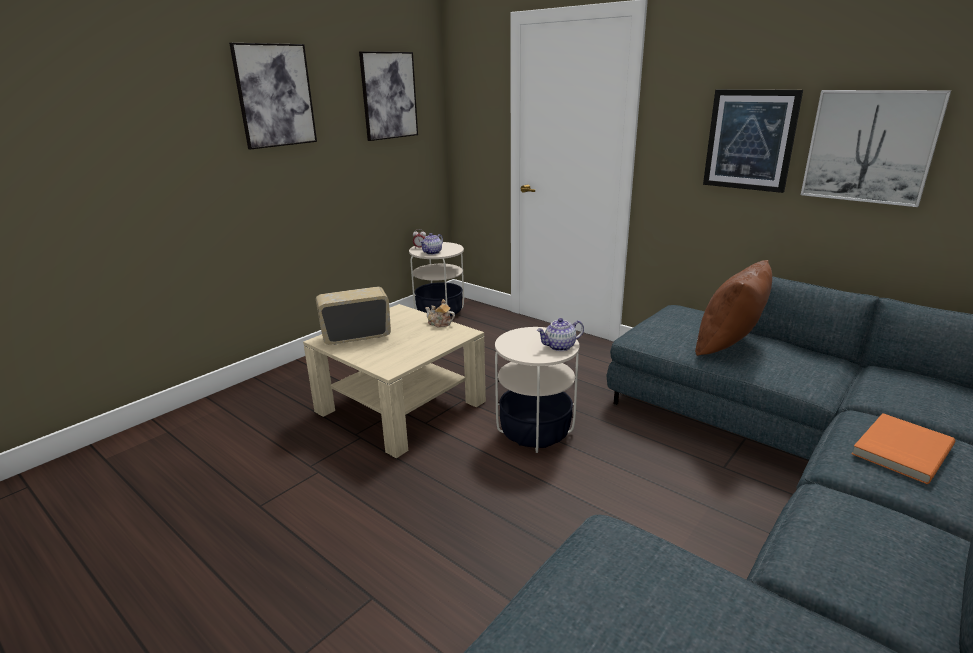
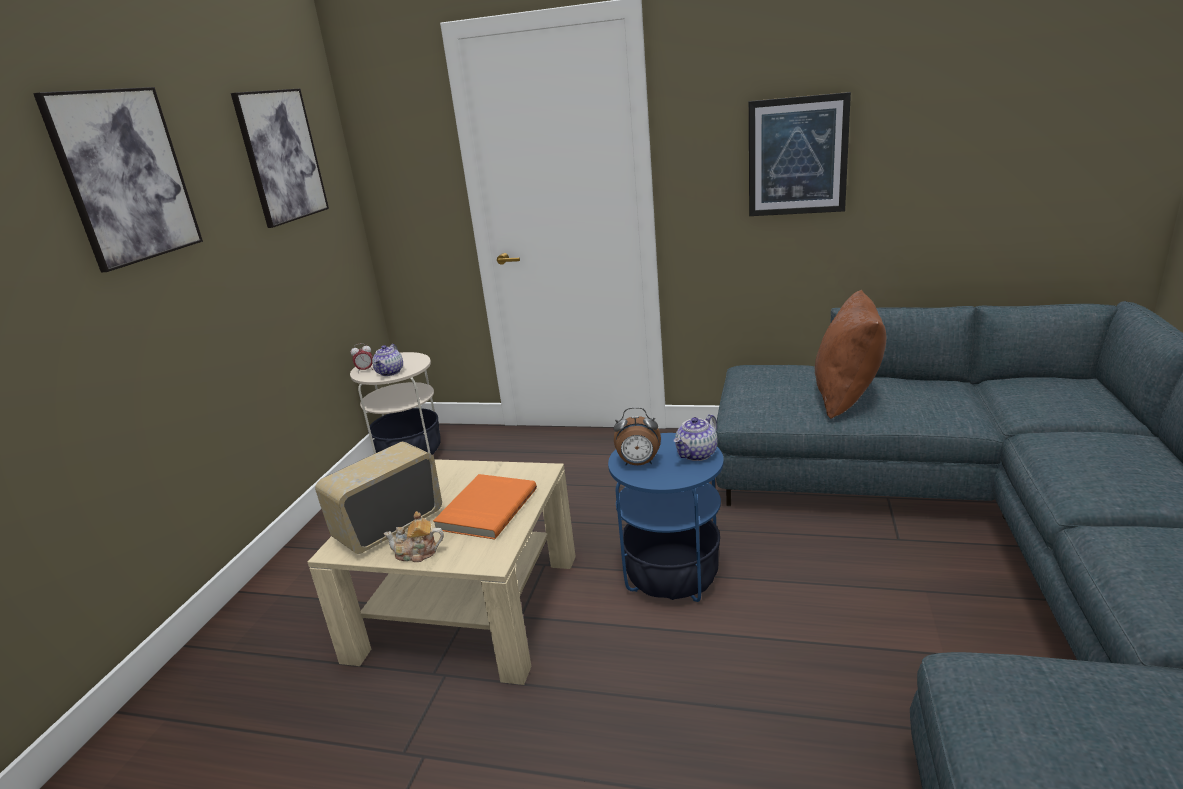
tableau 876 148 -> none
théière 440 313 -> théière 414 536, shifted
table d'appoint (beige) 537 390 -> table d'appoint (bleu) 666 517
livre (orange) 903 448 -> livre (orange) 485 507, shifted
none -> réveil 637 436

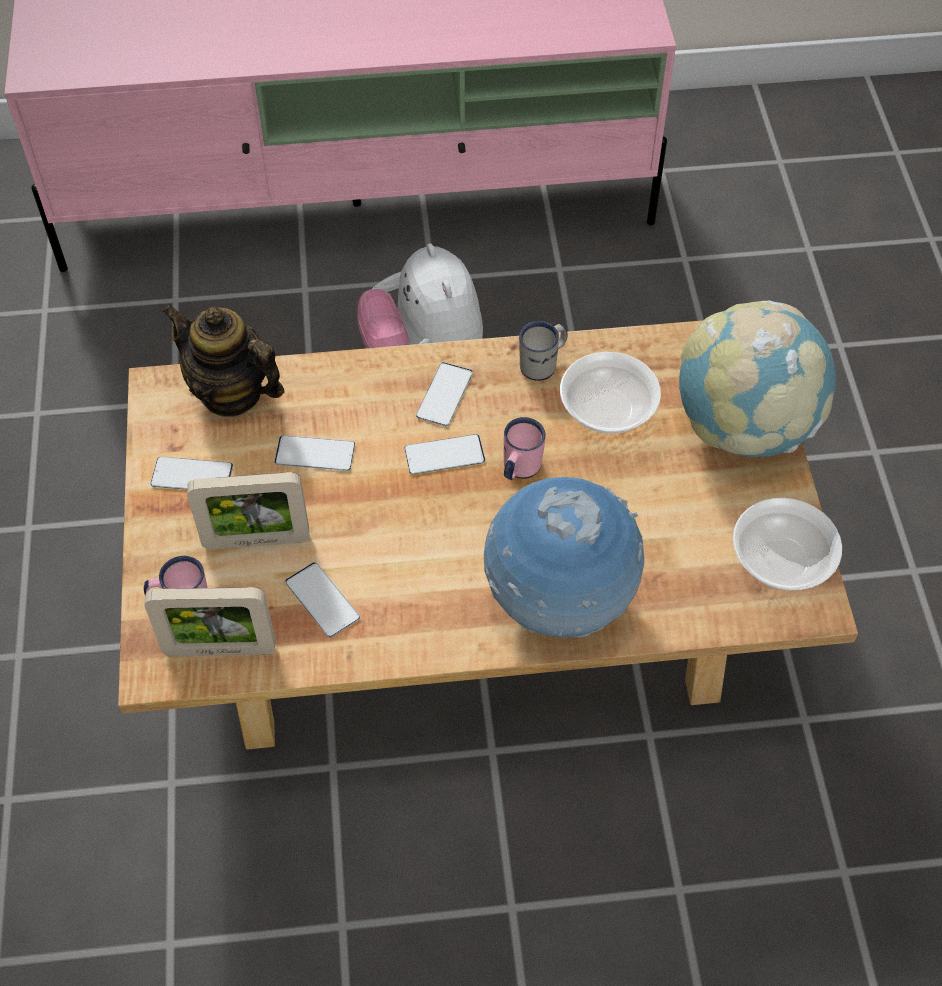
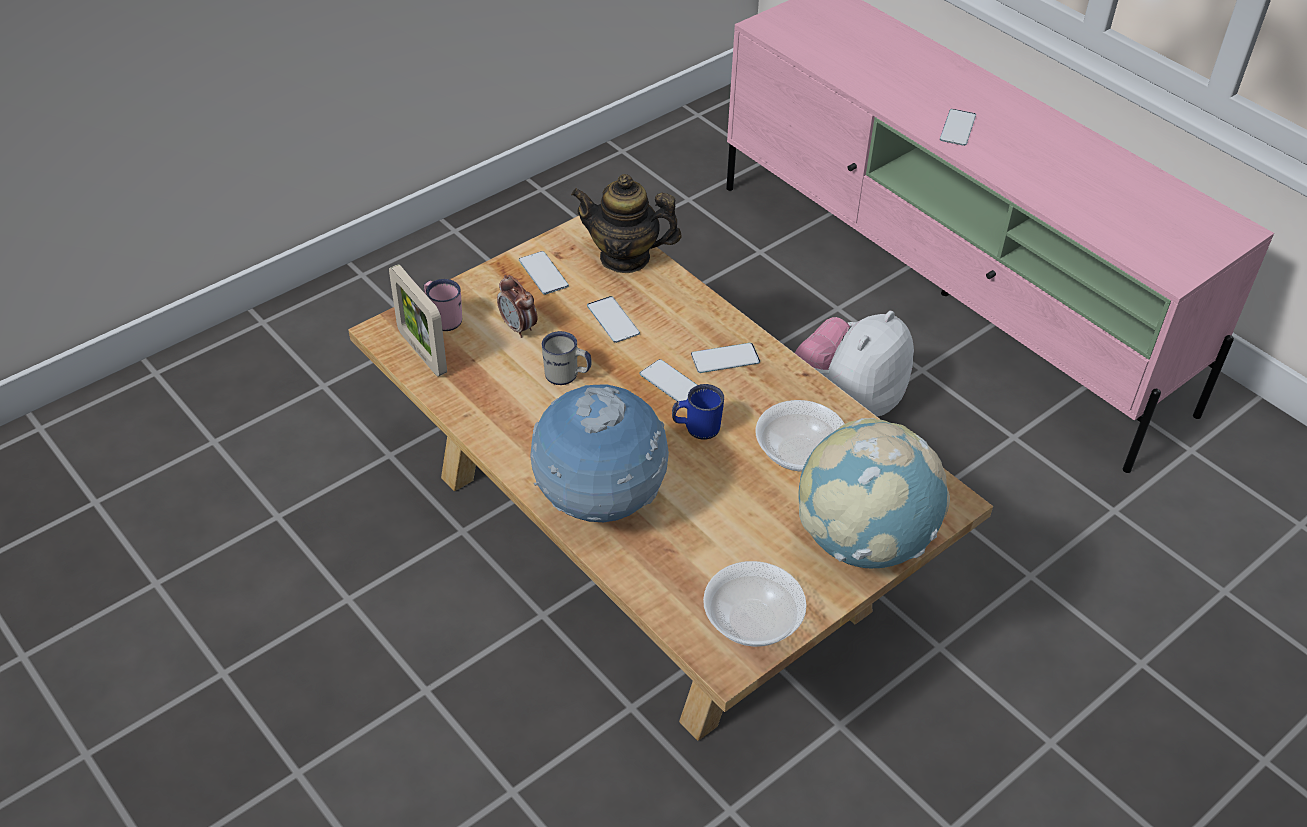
théière 223 361 -> théière 626 223, 75 degrees counterclockwise
mug (blanc) 543 351 -> mug (blanc) 566 358, shifted
mug (rose) 525 448 -> mug (bleu) 698 412
cadre photo 248 510 -> réveil 517 306
téléphone 322 599 -> téléphone 958 127, shifted

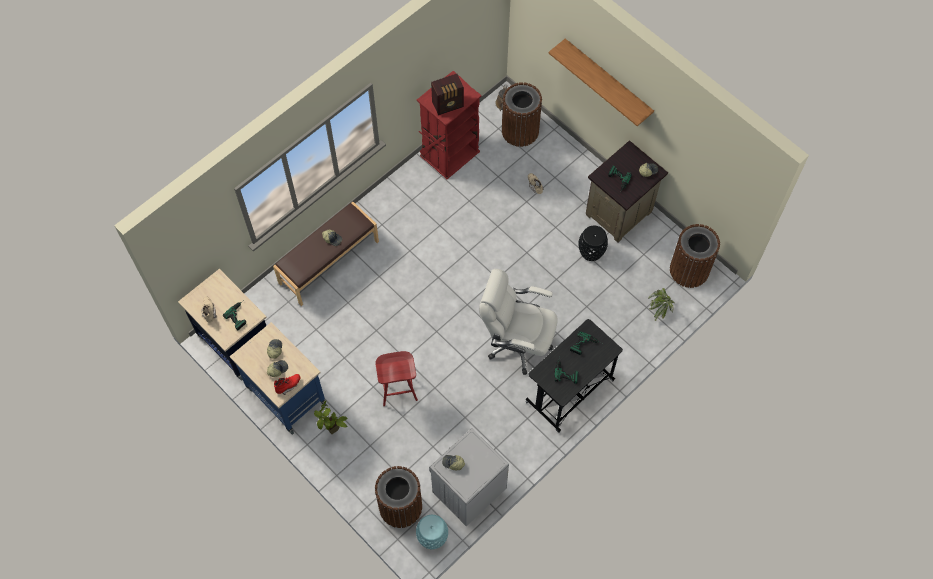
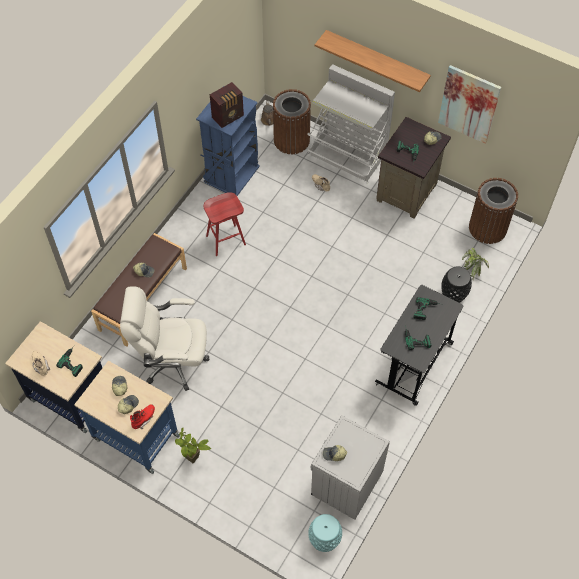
bibliothèque (rouge) 449 125 -> bibliothèque (bleu) 228 141
tabouret (noir) 593 243 -> tabouret (noir) 456 284, shifted
chaise de bureau (blanc) 518 322 -> chaise de bureau (blanc) 164 338, shifted
tabouret (rouge) 396 378 -> tabouret (rouge) 225 224, shifted
poubelle (marron) 398 497 -> none
none -> étagère à chaussures (blanc) 351 124
none -> tableau 469 104

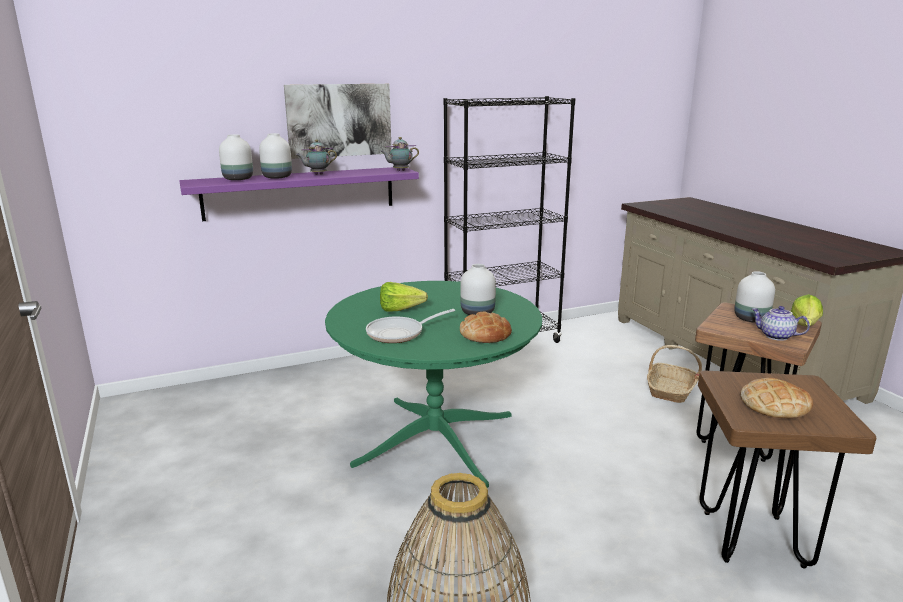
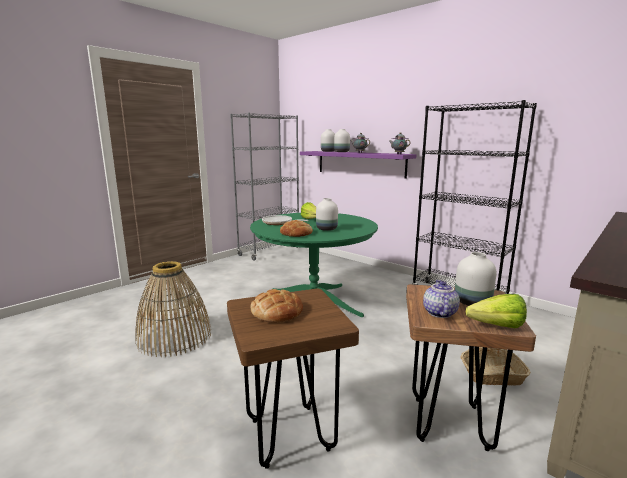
tableau 338 121 -> none
none -> bibliothèque (gris) 264 187

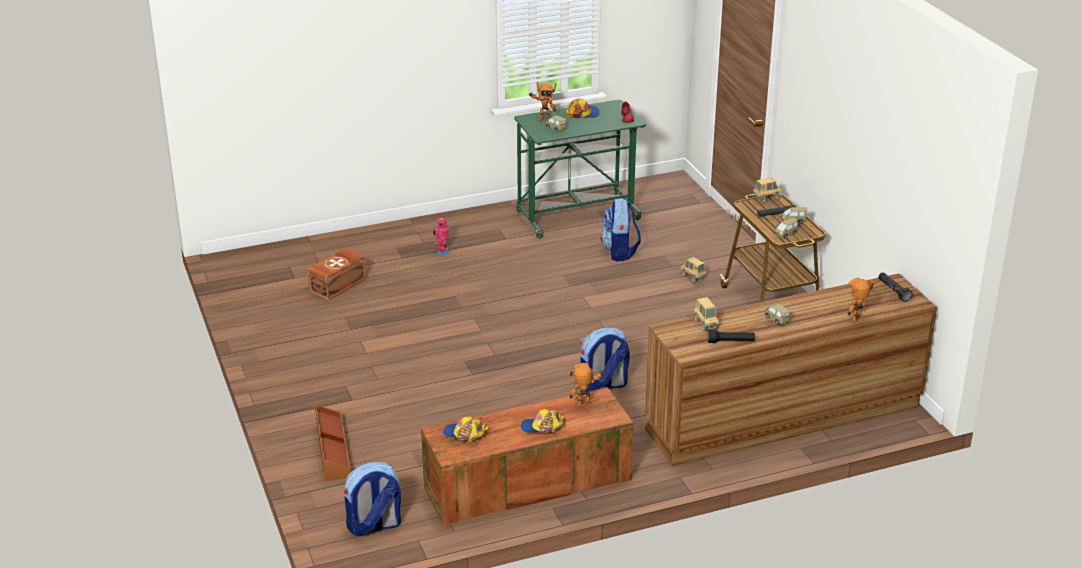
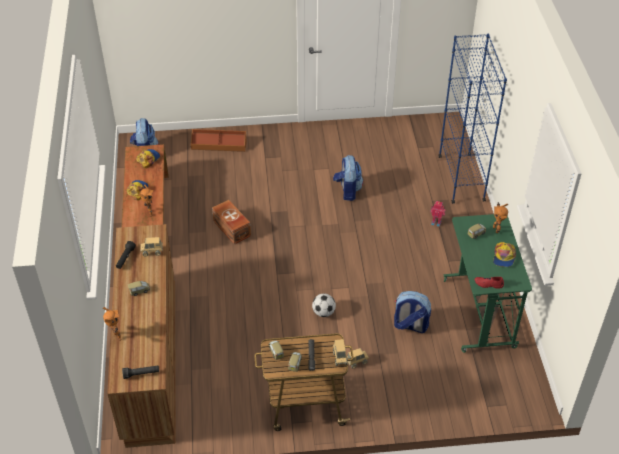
boîte de rangement (marron) 337 274 -> boîte de rangement (marron) 231 222, shifted
sac à dos 605 359 -> sac à dos 348 178, shifted
none -> bibliothèque (bleu) 473 119
none -> ballon de foot 324 305

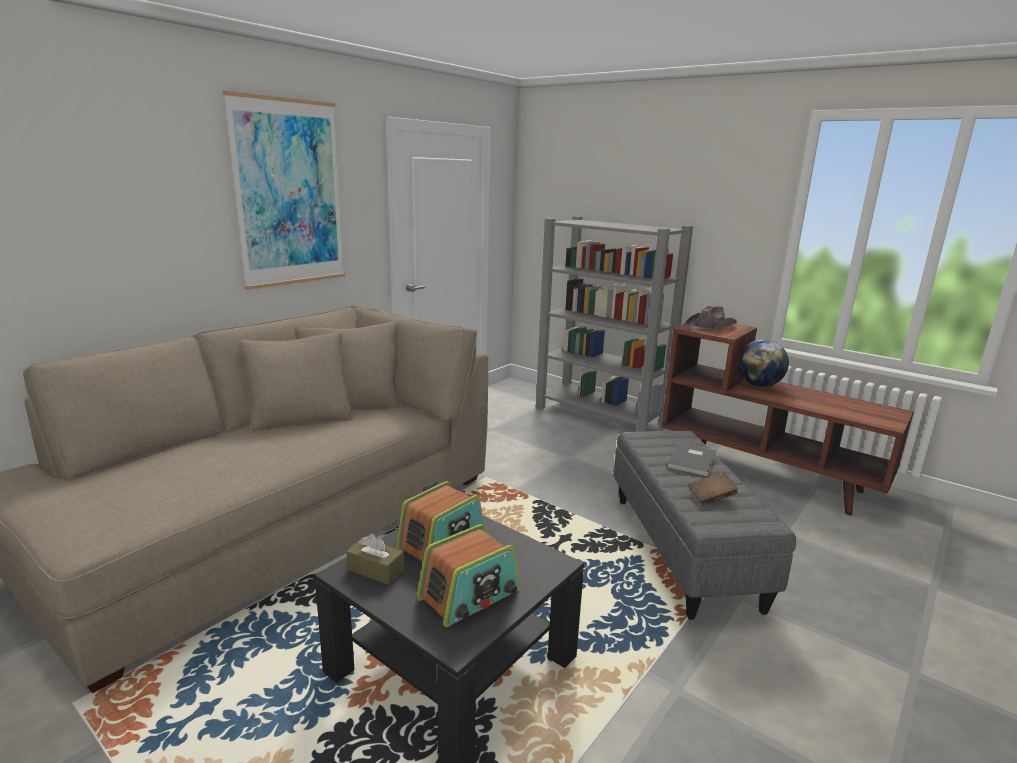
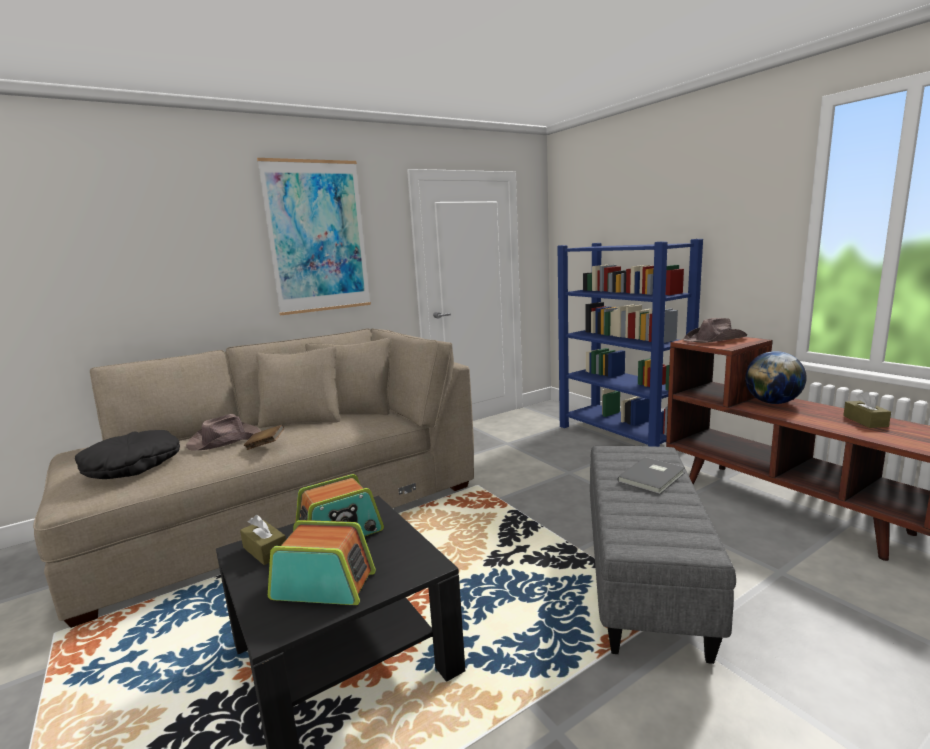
bibliothèque (gris) 614 324 -> bibliothèque (bleu) 630 343
livre (marron) 713 488 -> livre (marron) 264 437, shifted
radio 468 575 -> radio 322 562, 150 degrees counterclockwise
none -> boîte à mouchoirs (marron) 867 410
none -> chapeau (marron) 223 432
none -> coussin (noir) 127 454

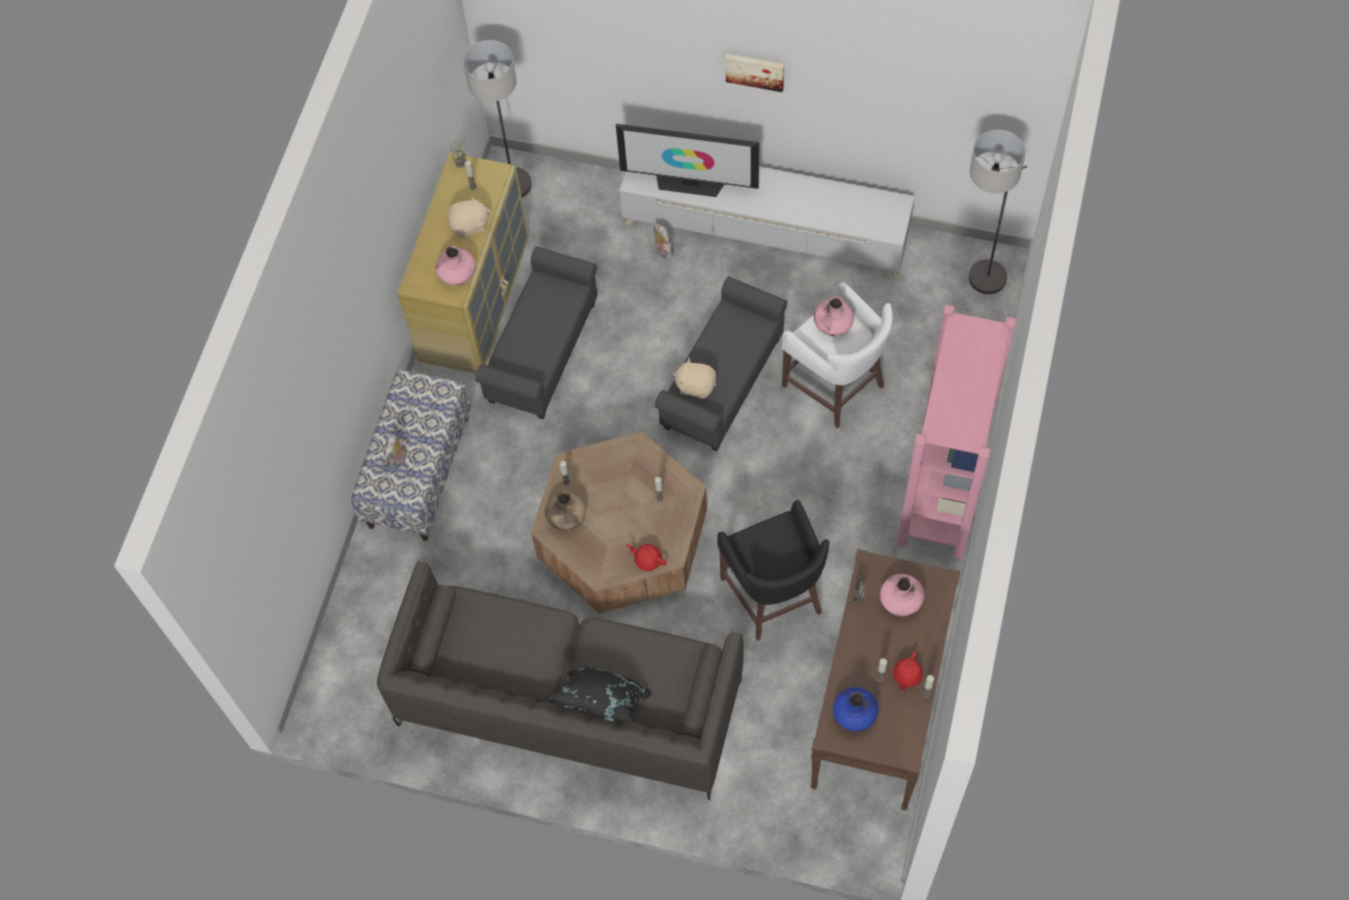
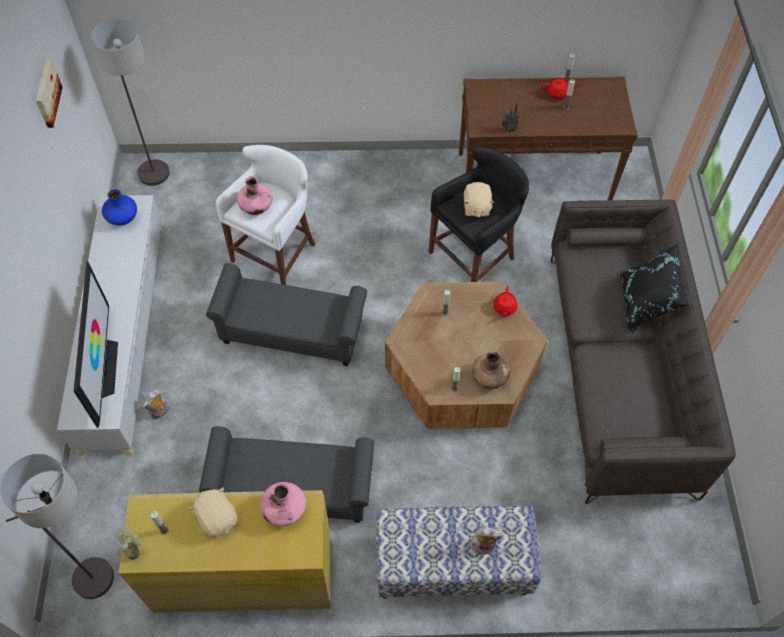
tableau 754 73 -> tableau 49 93, shifted
bibliothèque (rose) 956 432 -> none
peluche (beige) 694 378 -> peluche (beige) 479 200, shifted
vase (rose) 902 595 -> none
vase (bleu) 856 709 -> vase (bleu) 119 207, shifted

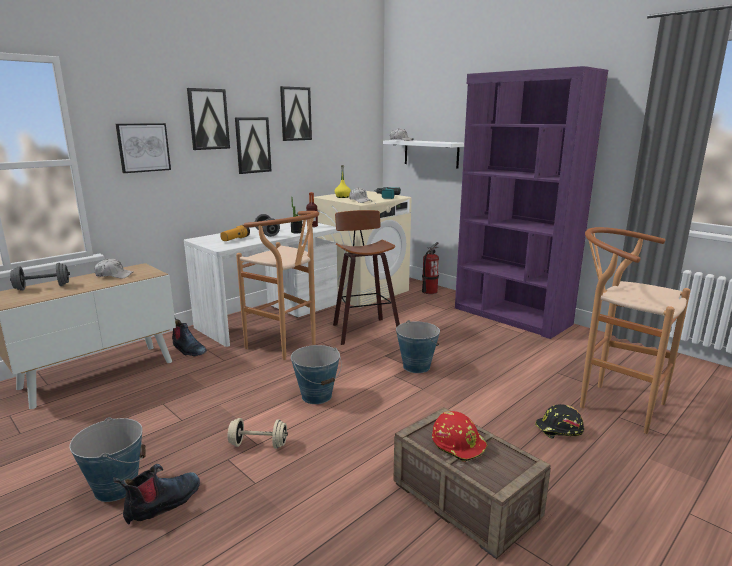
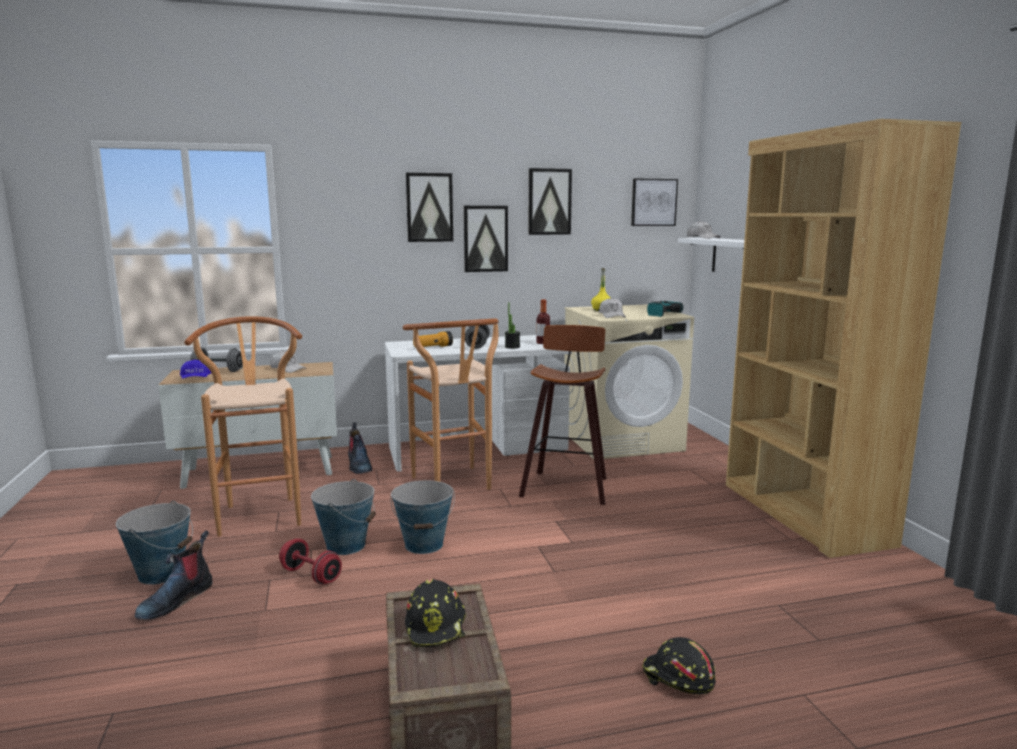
bibliothèque (violet) 531 202 -> bibliothèque (marron) 843 338
tableau 143 148 -> tableau 654 202, shifted
tabouret (marron) 635 330 -> tabouret (marron) 243 426, shifted
extincteur 430 268 -> none
seau 418 346 -> seau 343 517, shifted
casque de chantier (rouge) 459 436 -> casque de chantier (noir) 435 613
haltère (beige) 258 433 -> haltère (rouge) 310 561
botte 156 494 -> botte 174 575, 135 degrees clockwise
none -> casquette (bleu) 195 369

